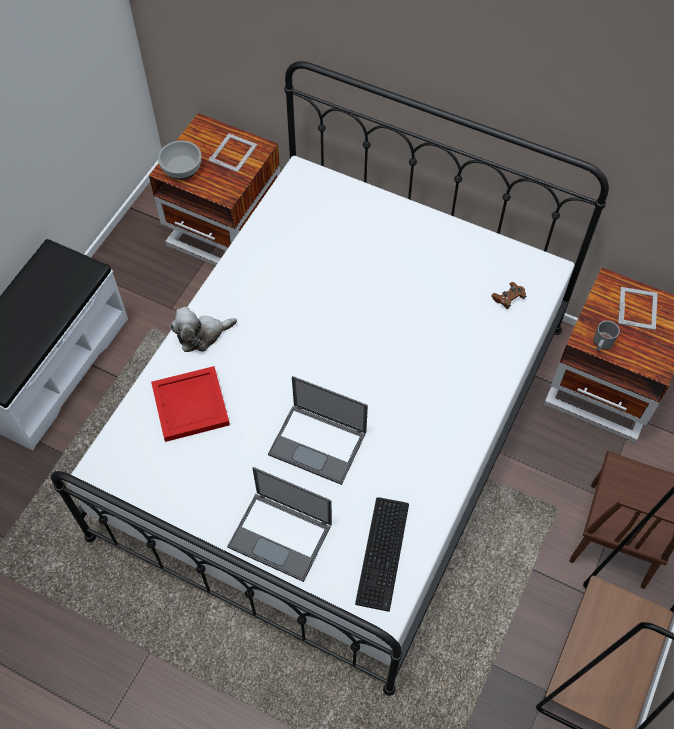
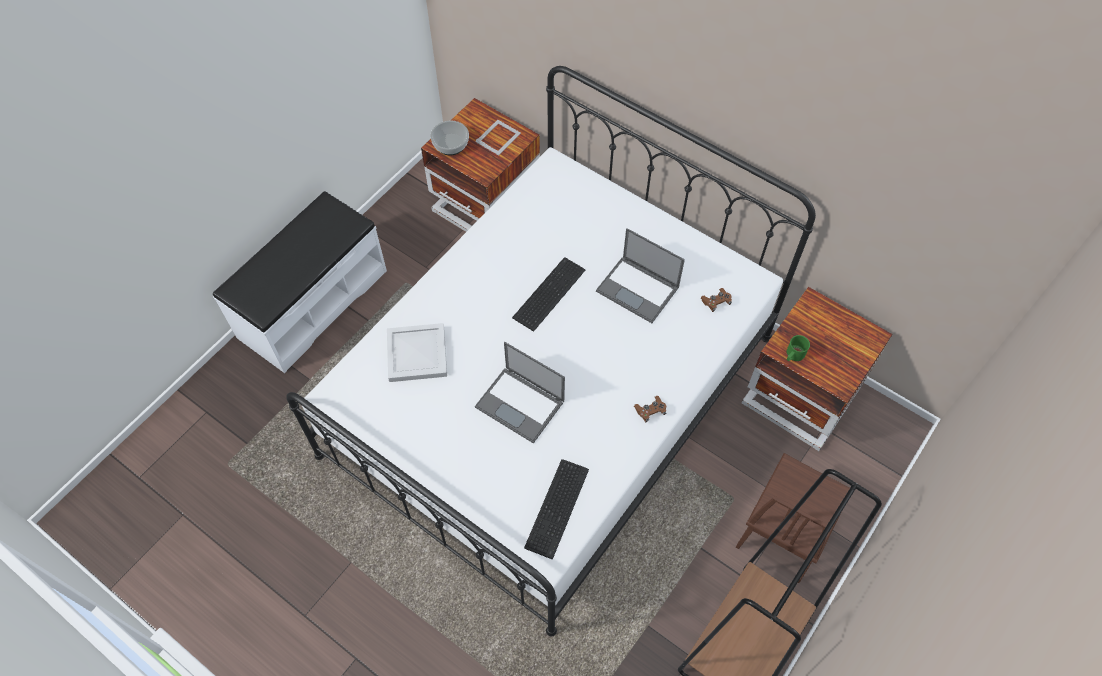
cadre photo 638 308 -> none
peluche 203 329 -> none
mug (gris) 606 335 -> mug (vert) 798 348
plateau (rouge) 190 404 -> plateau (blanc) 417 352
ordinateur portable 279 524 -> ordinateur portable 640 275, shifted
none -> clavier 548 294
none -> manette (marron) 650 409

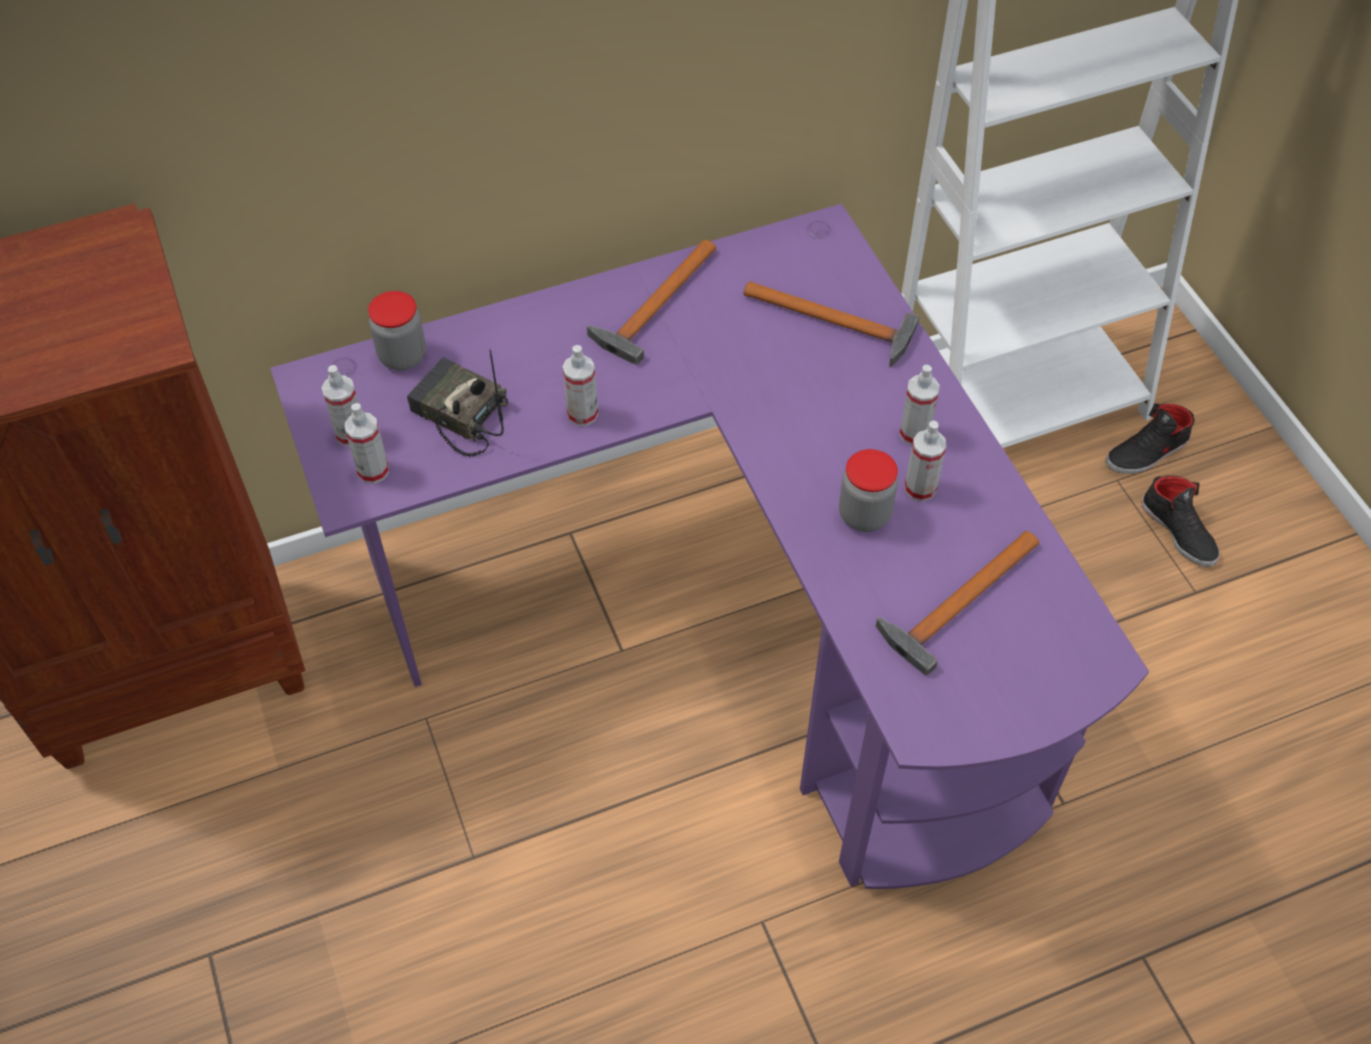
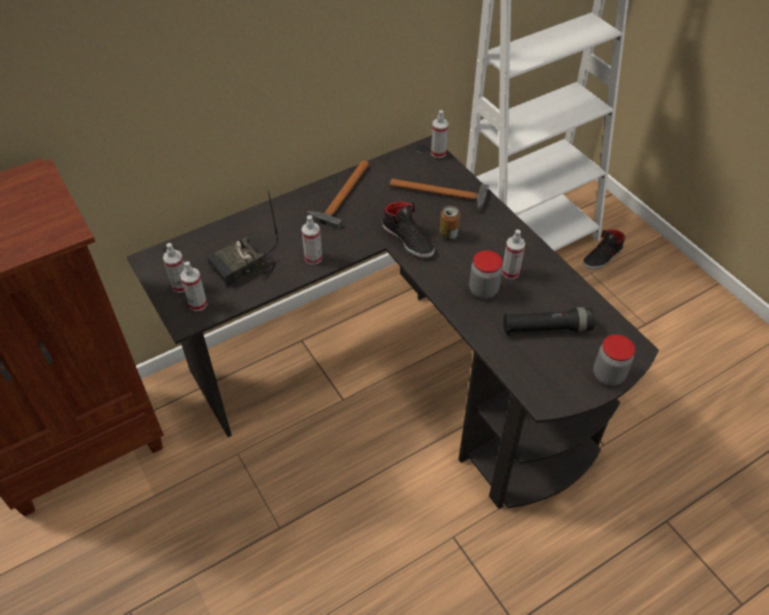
bureau (violet) 709 546 -> bureau (noir) 393 322
bocal 397 331 -> bocal 614 360, shifted
radio 457 403 -> radio 242 238, 60 degrees counterclockwise
vaporisateur 919 405 -> vaporisateur 439 134, shifted
chaussure (noir) 1181 521 -> chaussure (noir) 408 229, shifted
marteau 957 603 -> lampe de poche (noir) 549 321
none -> boîte métallique 449 223

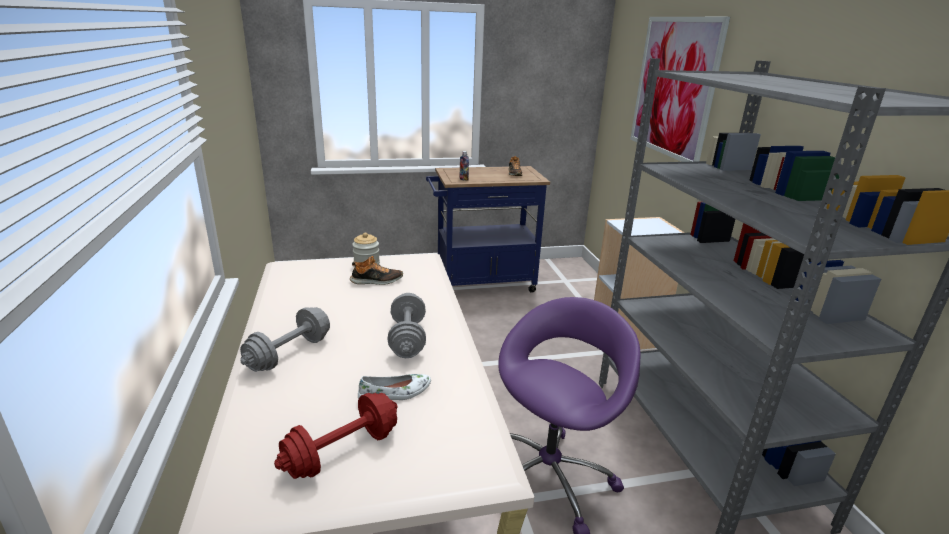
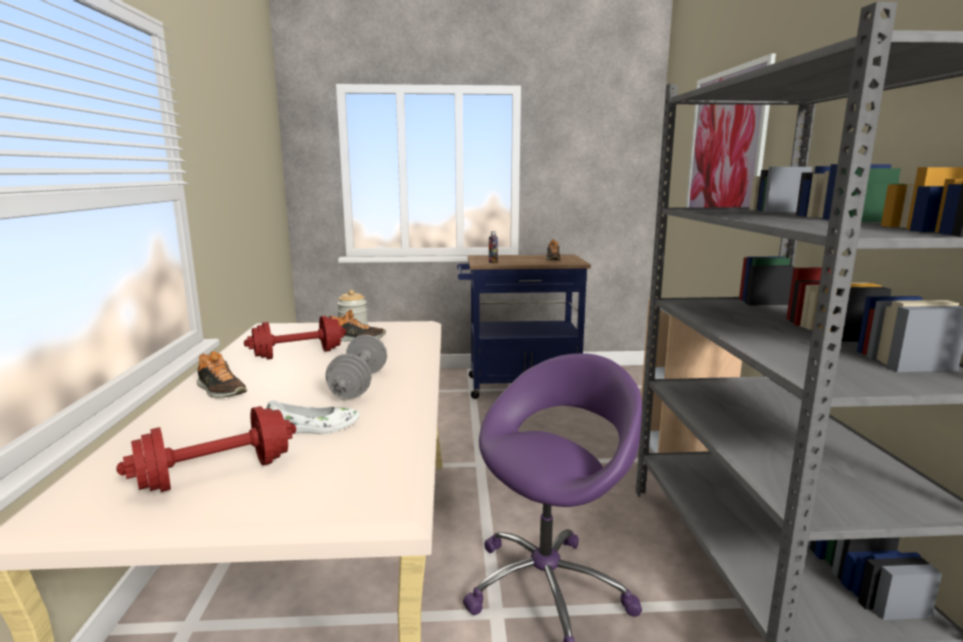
haltère (gris) 285 339 -> chaussure 222 374
none -> haltère (rouge) 295 338

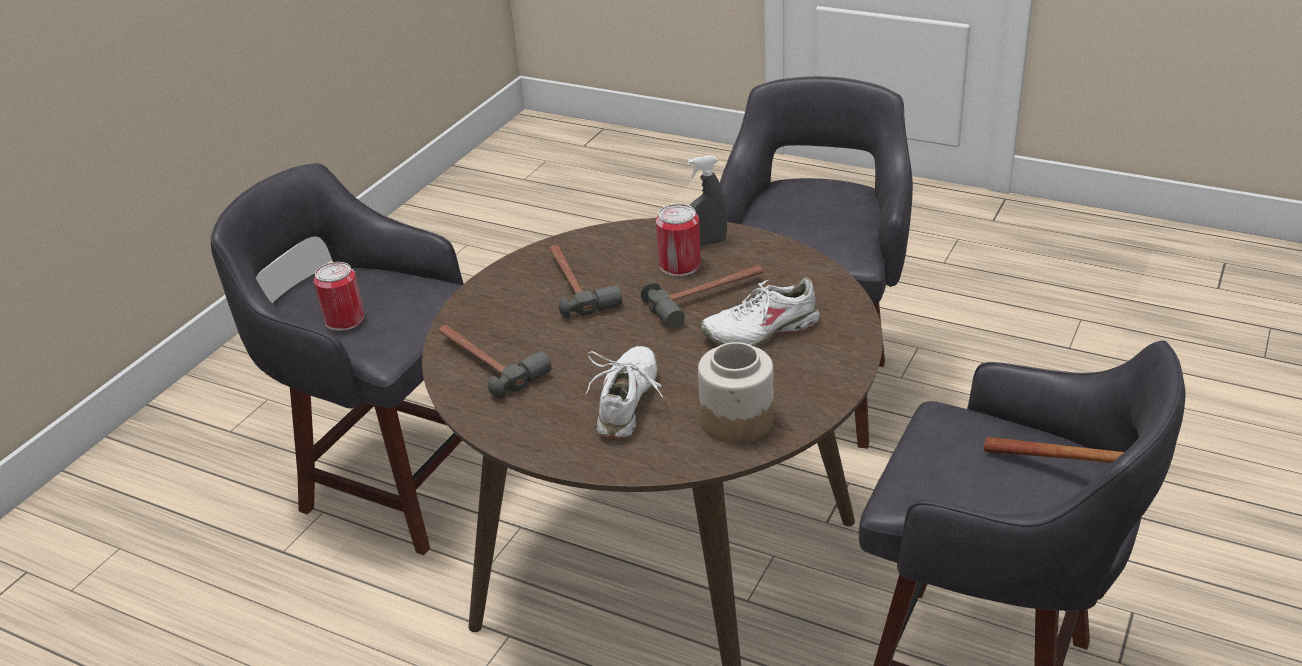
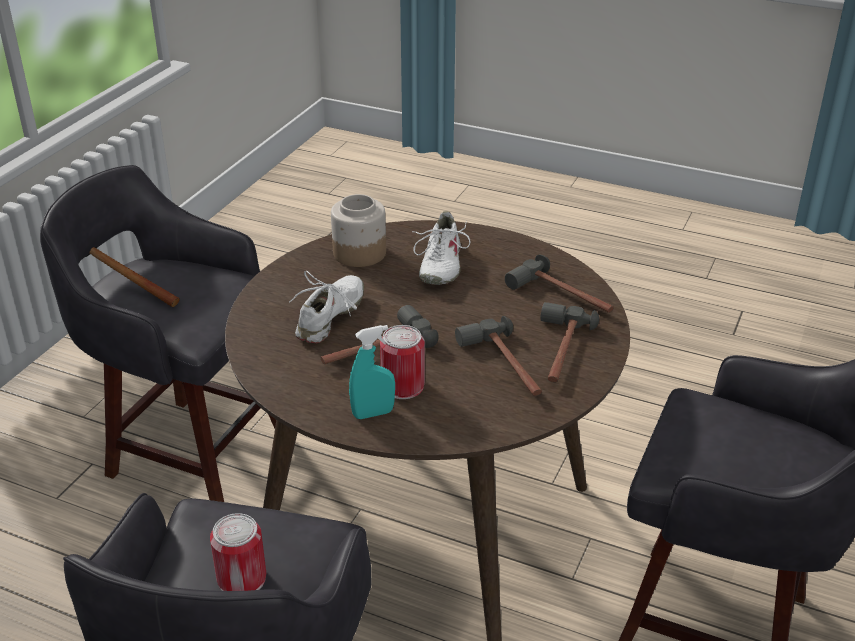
vaporisateur (gris) 707 200 -> vaporisateur (turquoise) 372 372
boîte métallique 339 296 -> boîte métallique 238 552, shifted
chaussure (blanc) 759 312 -> chaussure (blanc) 326 307, 45 degrees counterclockwise
none -> marteau 569 342

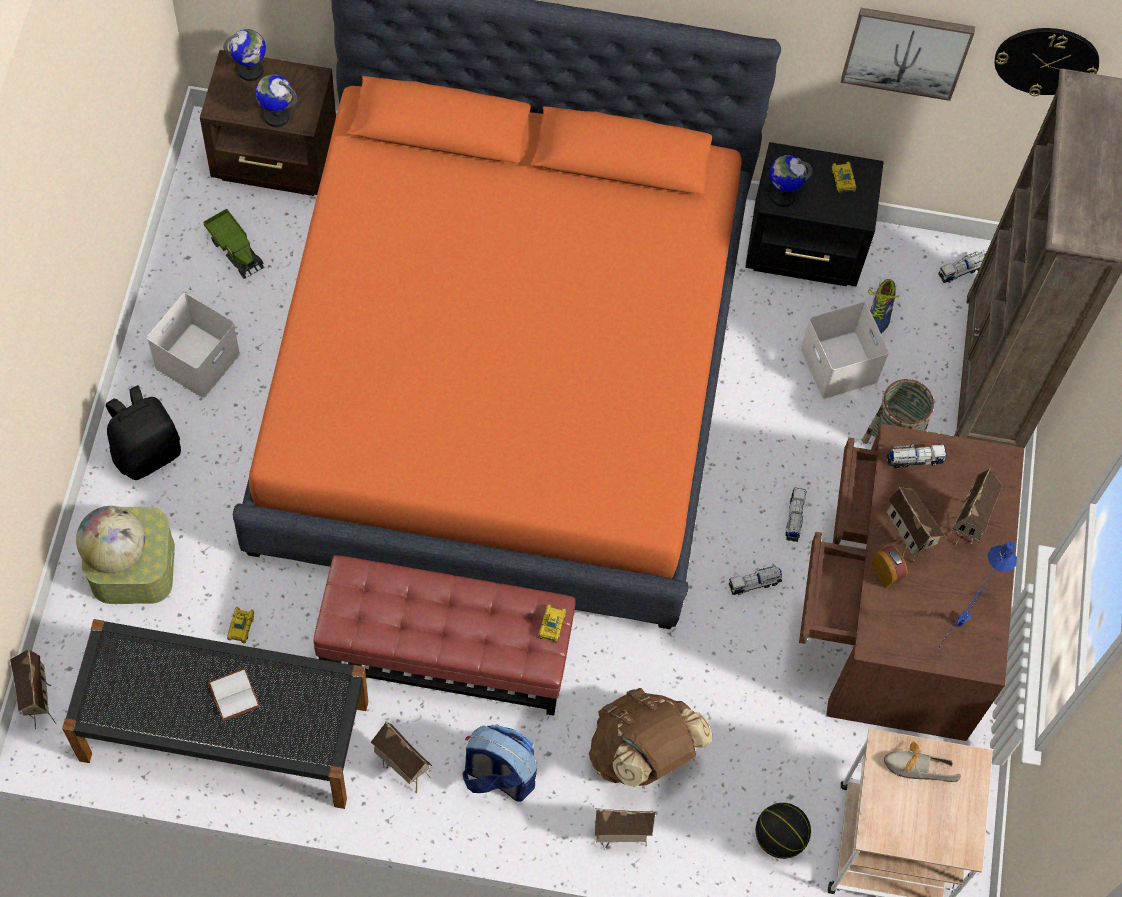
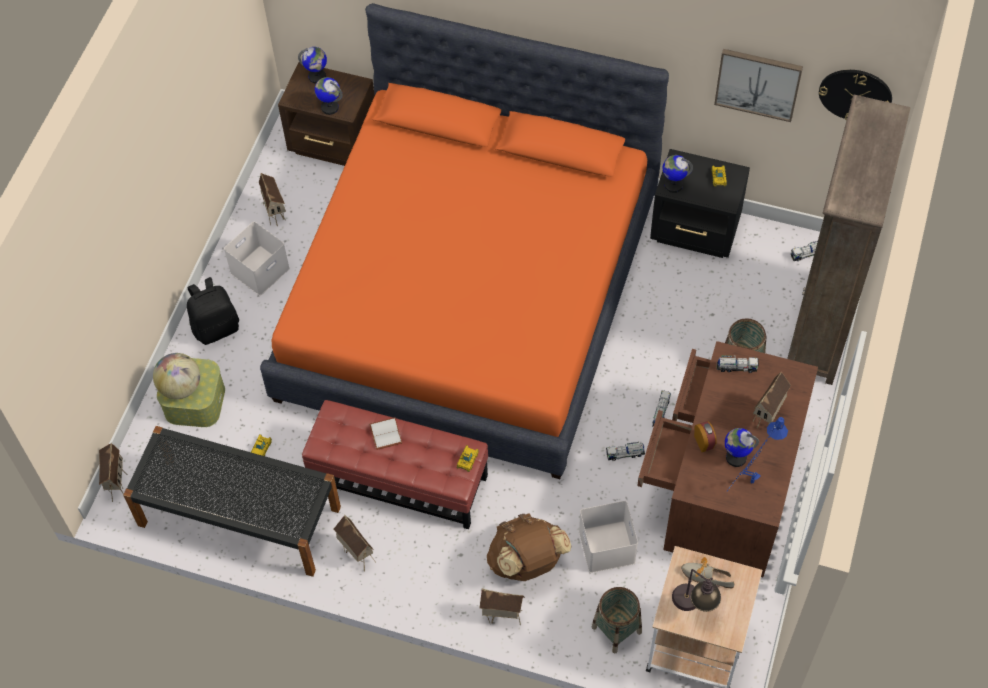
camion jouet 233 244 -> none
chaussure 883 308 -> none
boîte de rangement (blanc) 844 350 -> boîte de rangement (blanc) 608 537, shifted
maison miniature 912 525 -> maison miniature 272 199, shifted
livre (blanc) 234 694 -> livre (blanc) 385 433, shifted
sac à dos 499 763 -> none
ballon de basket 783 831 -> panier 617 620
none -> globe 742 447
none -> lampe de table 696 590

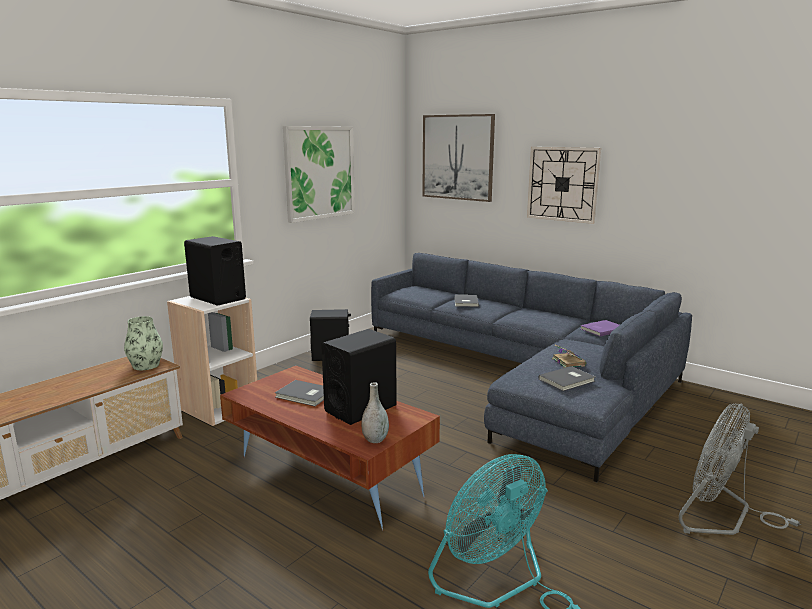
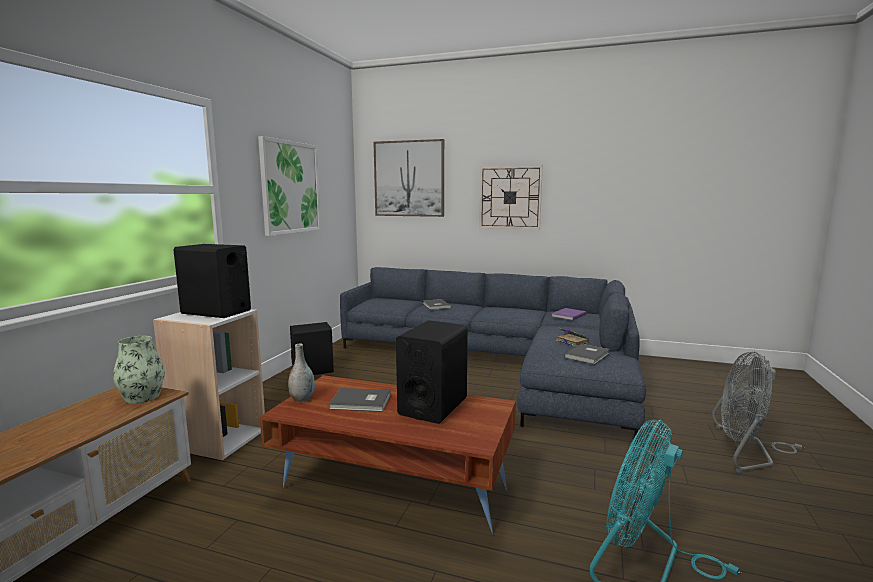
vase (gris) 375 412 -> vase (gris) 301 372, shifted

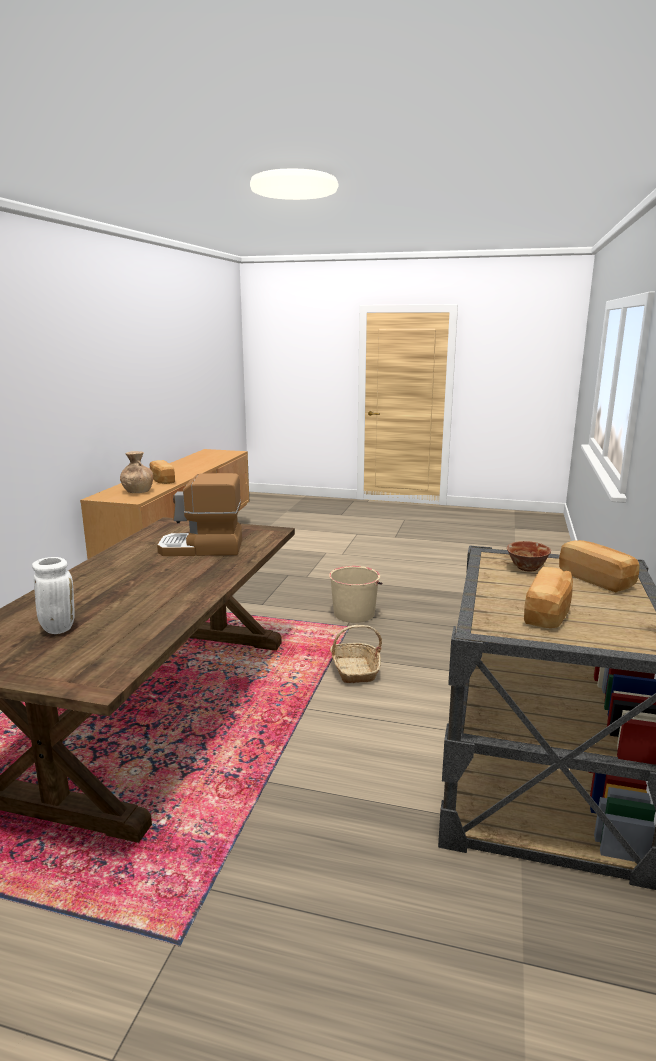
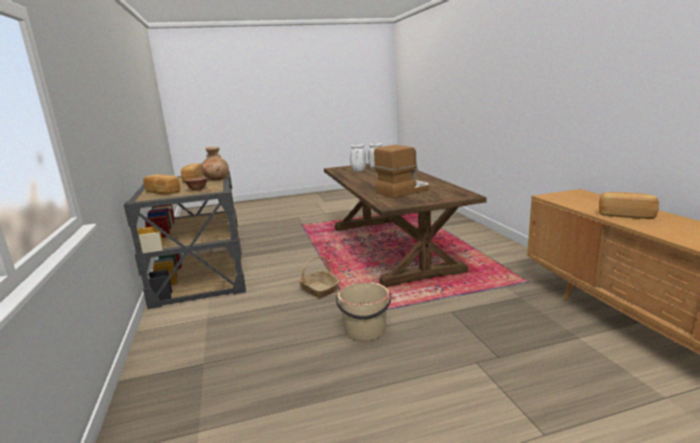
vase (marron) 136 472 -> vase (marron) 215 163, shifted
none -> vase (blanc) 358 158

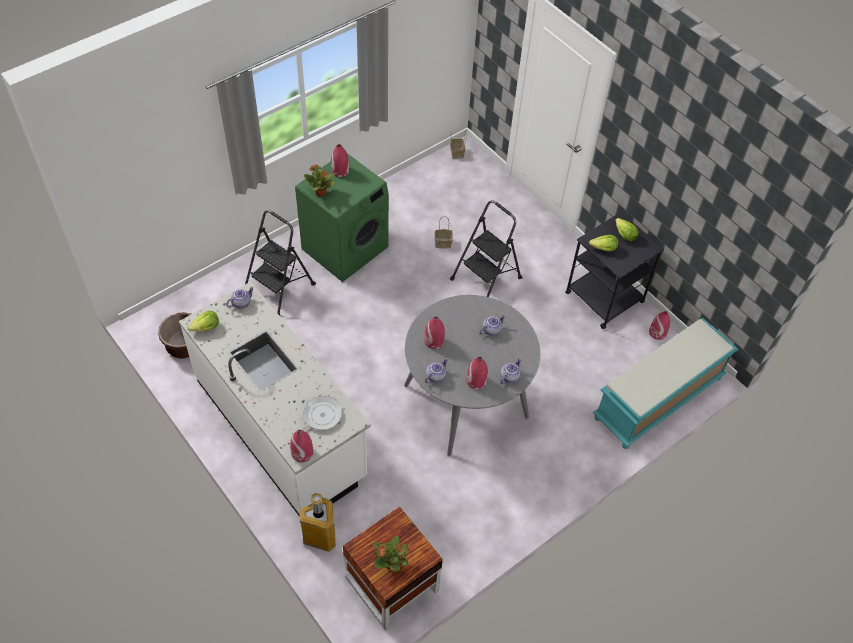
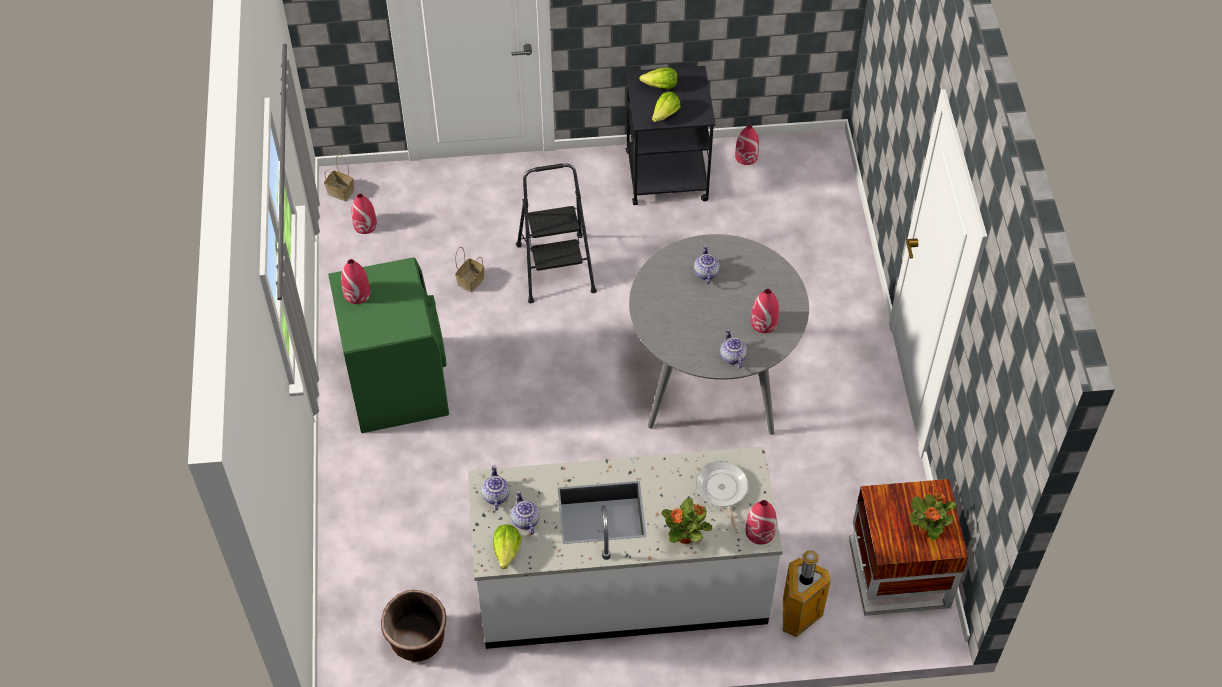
plante en pot 320 180 -> plante en pot 686 521, shifted
escabeau (noir) 280 263 -> none
vase (rouge) 434 333 -> vase (rouge) 364 214, shifted
banc (turquoise) 665 383 -> none
théière 511 371 -> théière 525 513, shifted

